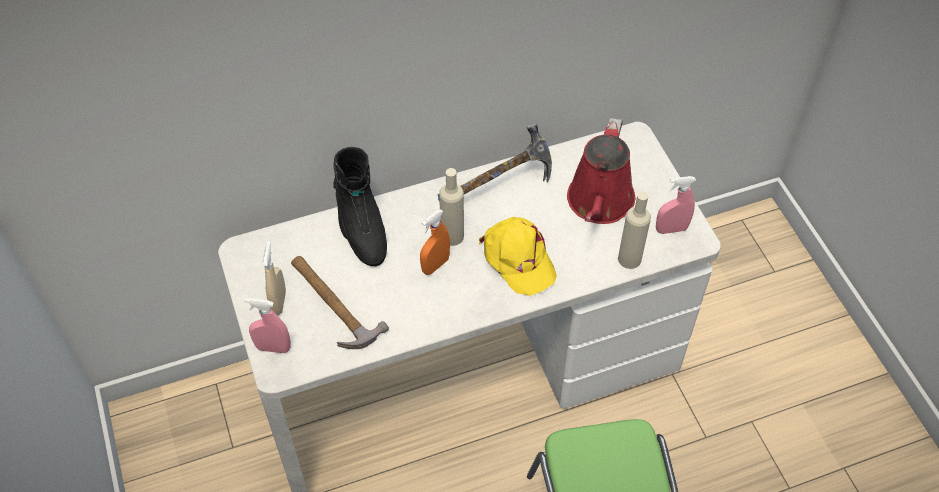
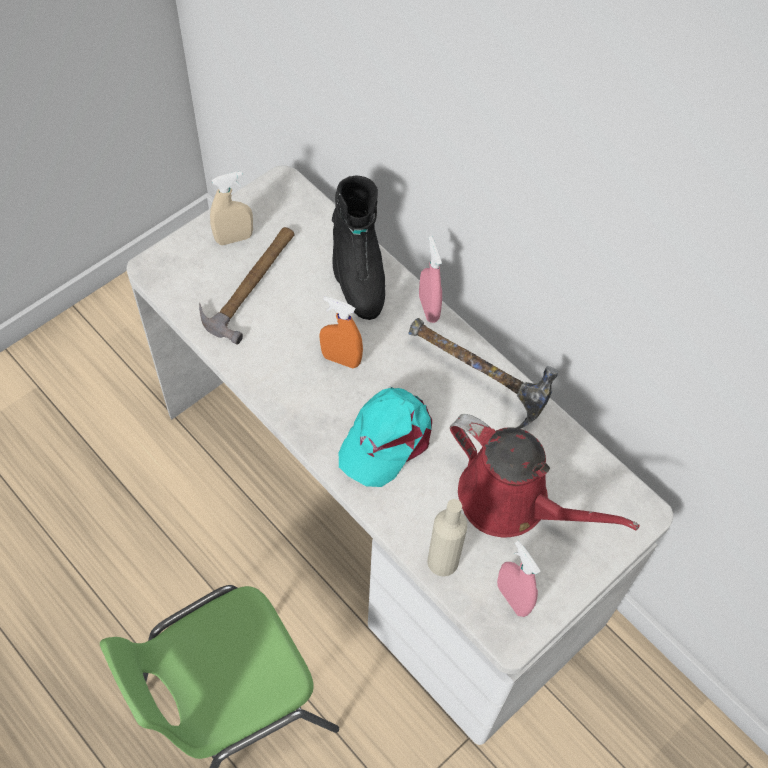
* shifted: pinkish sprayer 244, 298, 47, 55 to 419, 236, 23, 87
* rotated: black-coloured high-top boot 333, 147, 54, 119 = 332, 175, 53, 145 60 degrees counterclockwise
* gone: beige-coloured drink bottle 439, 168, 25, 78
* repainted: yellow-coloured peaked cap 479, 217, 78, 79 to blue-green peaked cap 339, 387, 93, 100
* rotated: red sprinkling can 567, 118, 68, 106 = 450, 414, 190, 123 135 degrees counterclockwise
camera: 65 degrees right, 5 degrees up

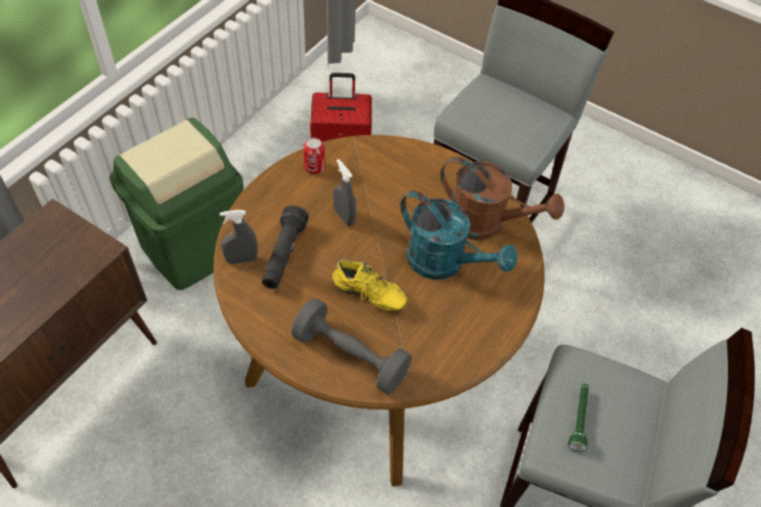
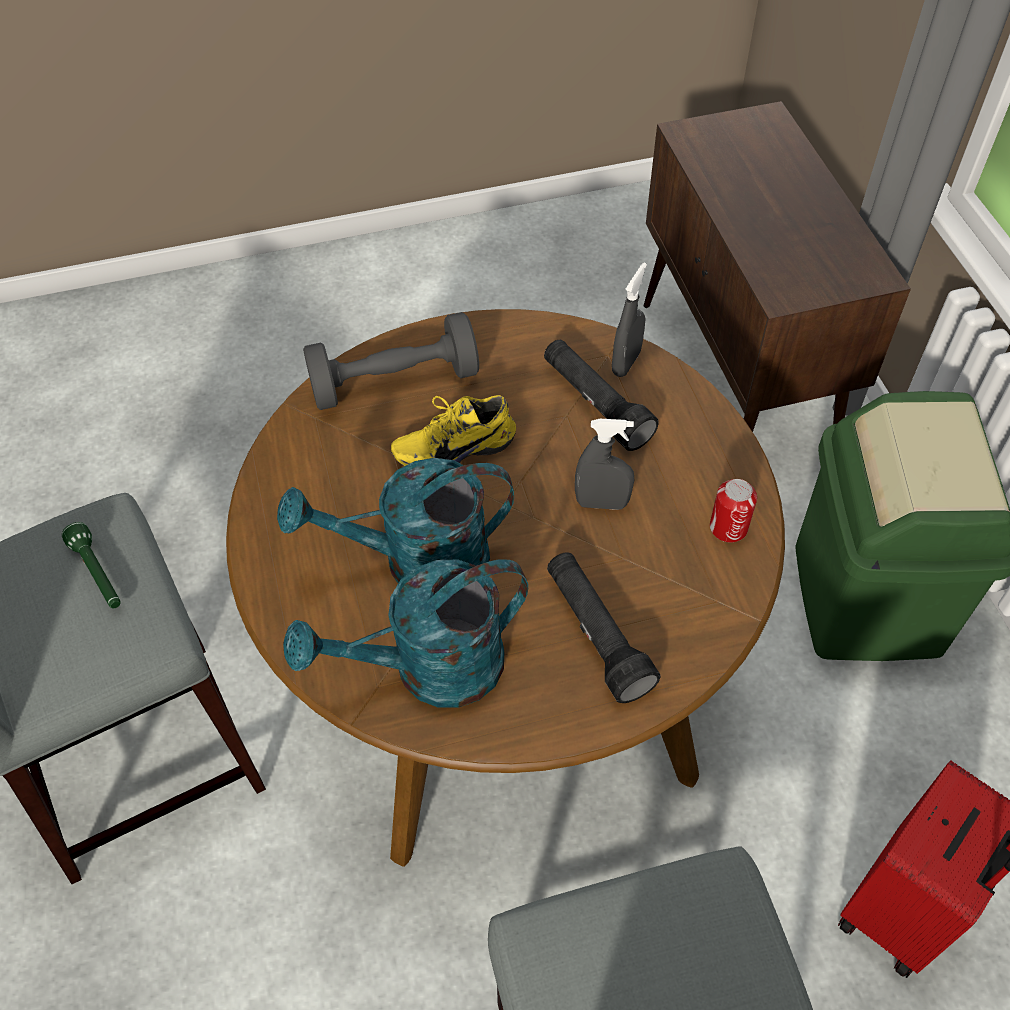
* repainted: brownish sprinkling can 440, 157, 124, 83 to blue-green sprinkling can 283, 559, 245, 149
* new: black-coloured torch 547, 552, 114, 151
camera: 135 degrees right, 0 degrees up

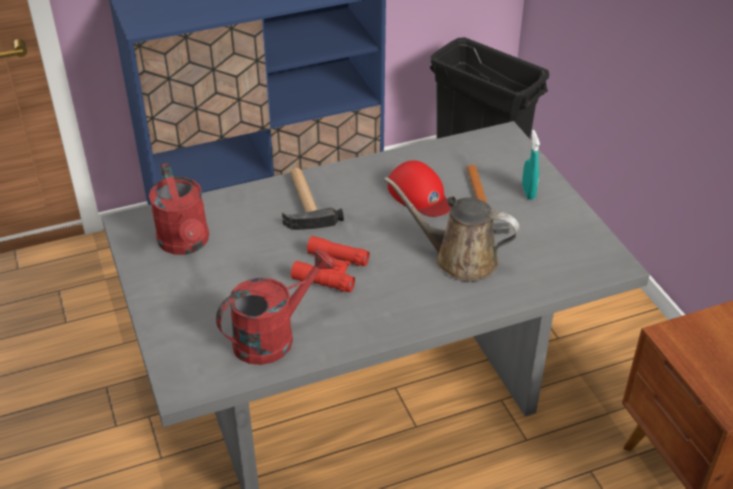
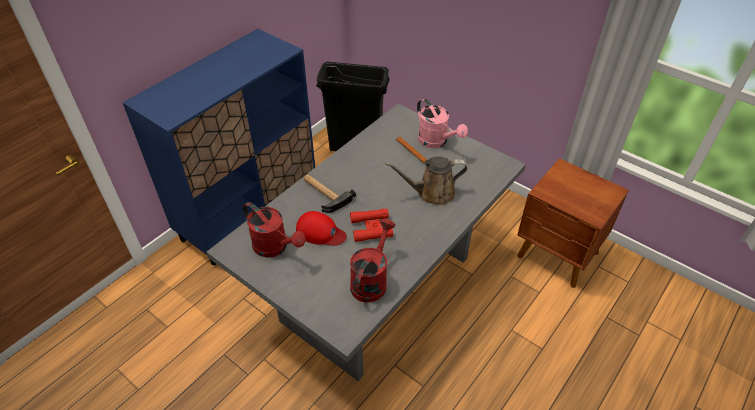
* shifted: red peaked cap 388, 160, 62, 57 to 296, 211, 51, 35
* swapped: blue-green sprayer 522, 130, 18, 70 to pinkish sprinkling can 417, 98, 51, 50
camera: 30 degrees left, 5 degrees up

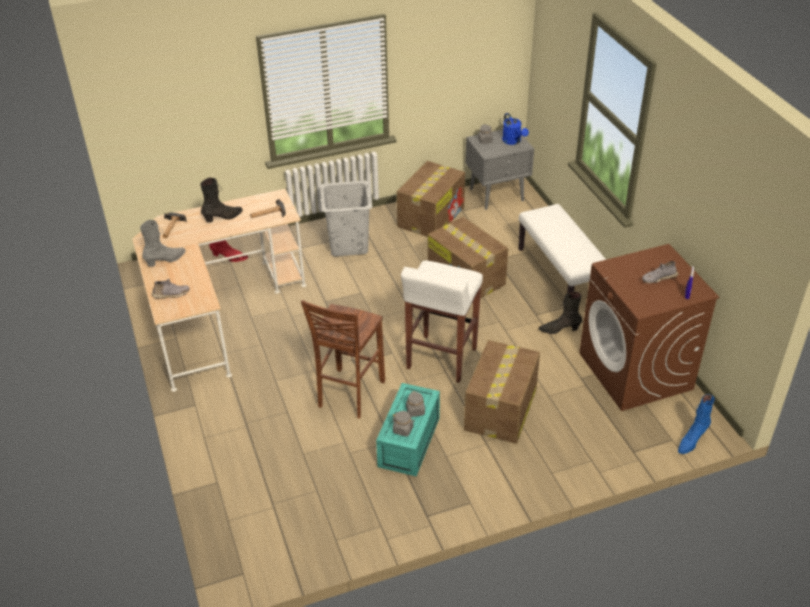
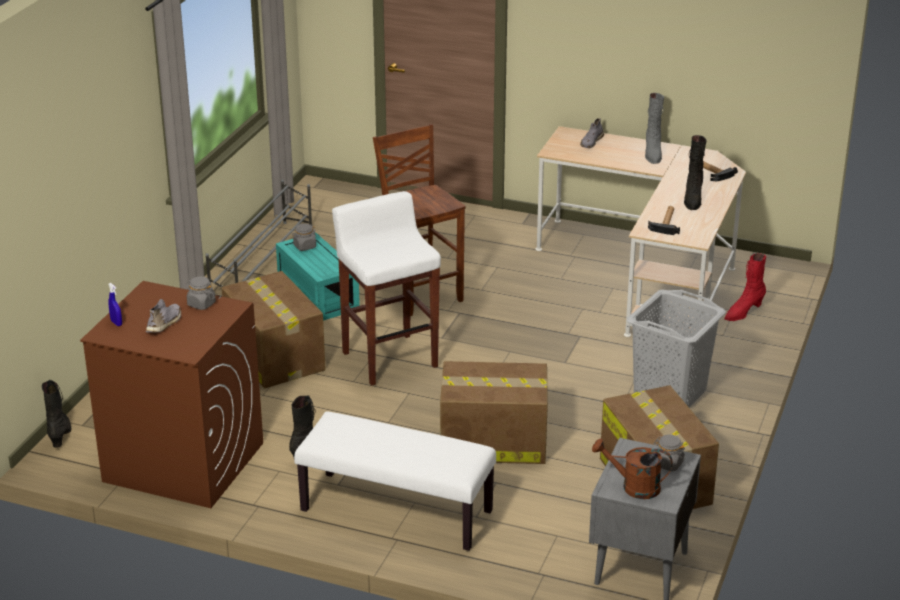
* shifted: greyish preserve jar 406, 391, 19, 26 to 186, 276, 30, 34
* repainted: blue-coloured sprinkling can 502, 113, 27, 32 to brownish sprinkling can 592, 438, 81, 61
* repainted: blue-coloured high-top boot 678, 394, 37, 60 to black-coloured high-top boot 42, 379, 29, 69
* new: greyish shoe stand 205, 180, 107, 117
camera: 130 degrees right, 10 degrees down

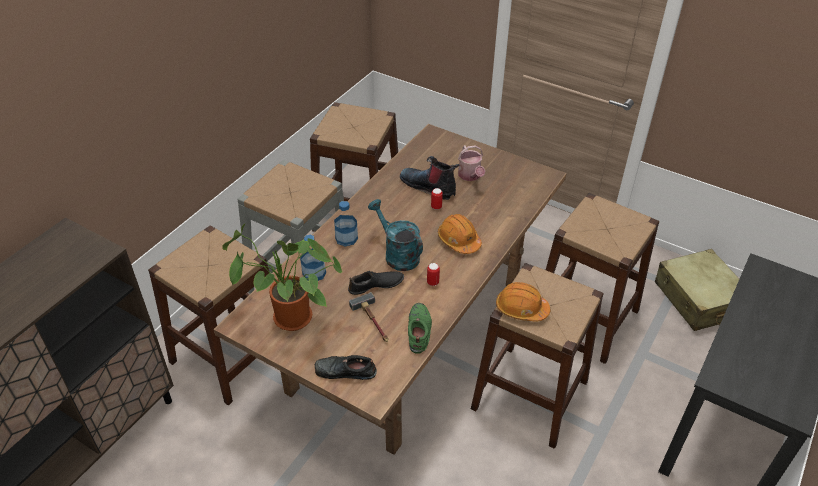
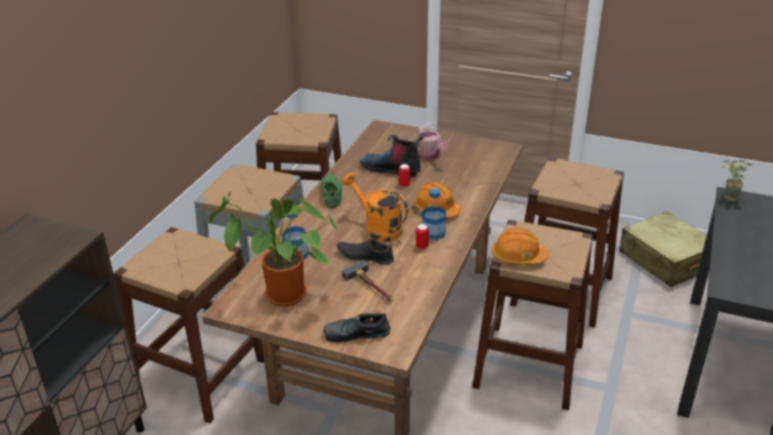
* shifted: drink bottle 334, 201, 24, 46 to 422, 189, 24, 51
* rotated: black-coloured item of footwear 348, 271, 56, 24 = 336, 239, 58, 26 135 degrees counterclockwise
* repainted: blue-green sprinkling can 368, 199, 55, 72 to orange-coloured sprinkling can 342, 173, 67, 68
* shifted: greenish item of footwear 408, 303, 24, 51 to 321, 174, 21, 34
* new: plant in a pot 721, 160, 31, 42
camera: 10 degrees left, 10 degrees down

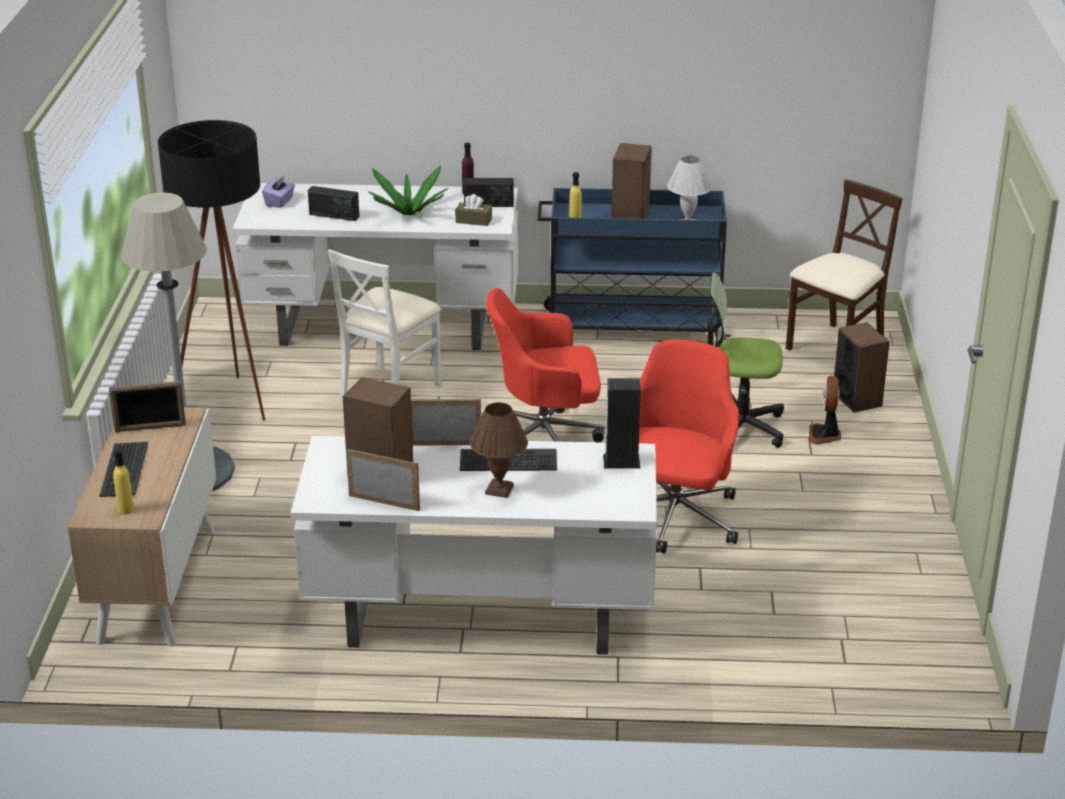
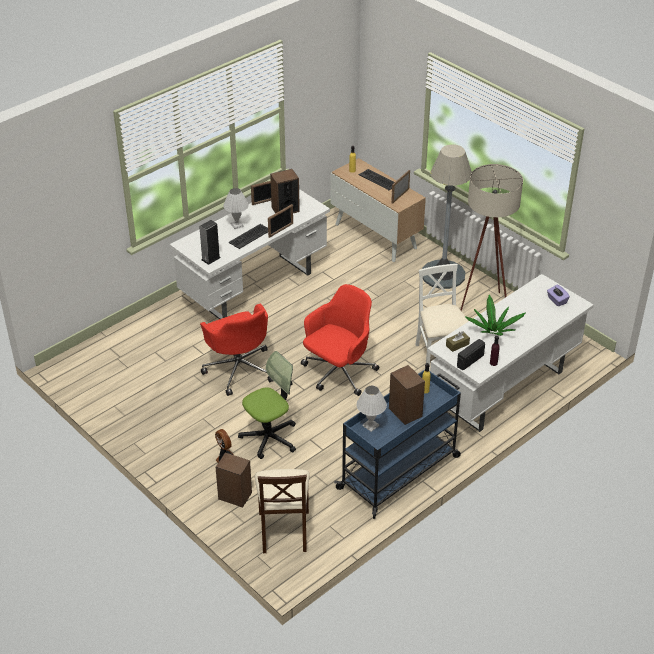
* repainted: black-coloured floor lamp 158, 120, 107, 301 to beige-coloured floor lamp 460, 164, 63, 147
* gone: radio set 308, 186, 51, 35
* repainted: brownish tabletop lamp 470, 402, 58, 96 to white tabletop lamp 223, 188, 26, 41
camera: 135 degrees right, 10 degrees up

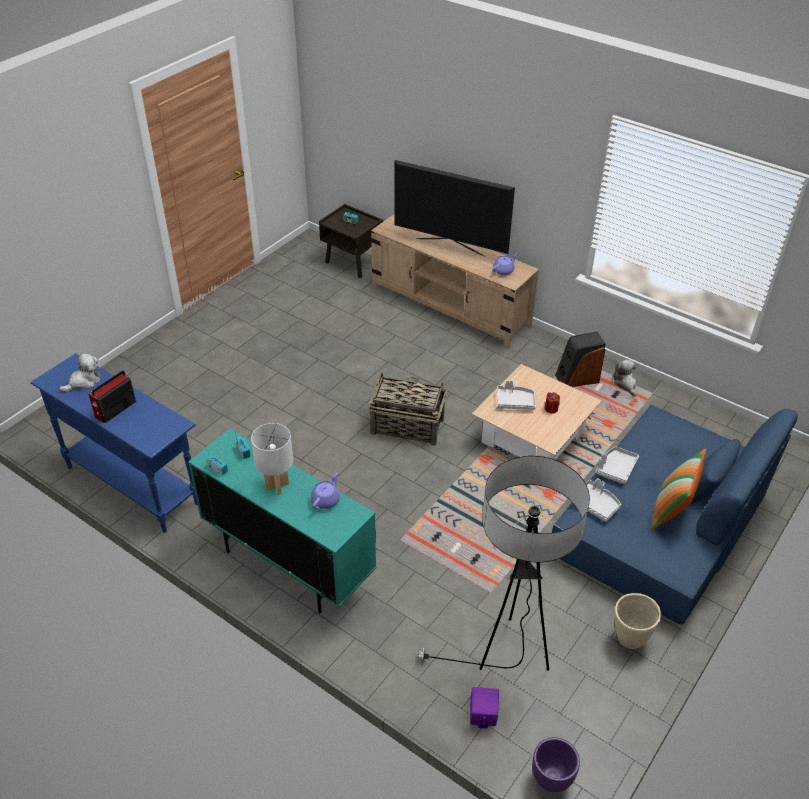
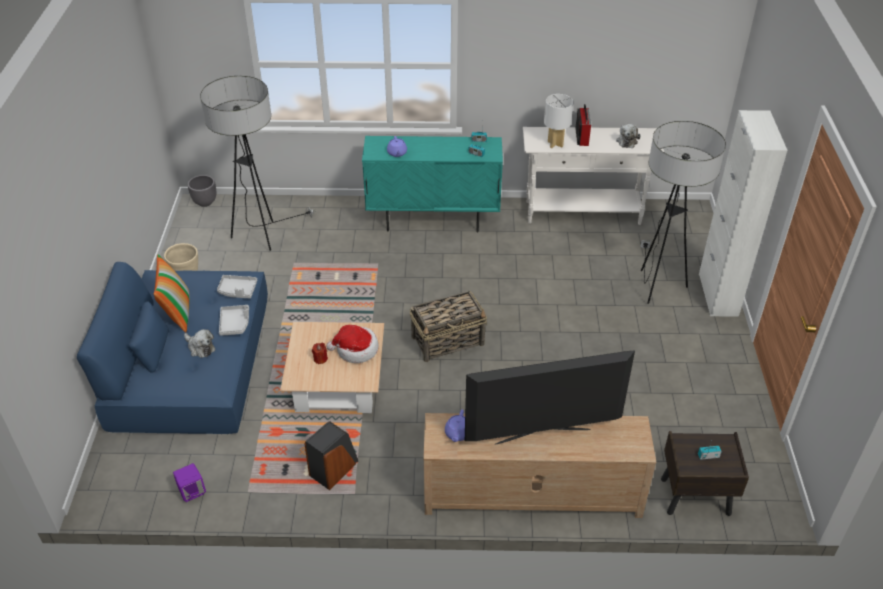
* repainted: blue-coloured console table 31, 353, 167, 180 to white console table 523, 127, 141, 98
* shifted: white tabletop lamp 251, 423, 42, 72 to 544, 94, 29, 54
* shifted: purple-coloured loudspeaker 470, 687, 29, 41 to 173, 463, 33, 39
* swapped: greyish carrying tray 497, 380, 39, 30 to hat 326, 325, 53, 38
* repainted: purple-coloured plant pot 532, 737, 48, 55 to greyish plant pot 188, 175, 28, 32
* shifted: soft toy 613, 360, 24, 37 to 184, 329, 31, 29
* new: floor lamp 640, 121, 86, 183
* new: white cupboard 699, 110, 88, 207
camera: 145 degrees right, 0 degrees up

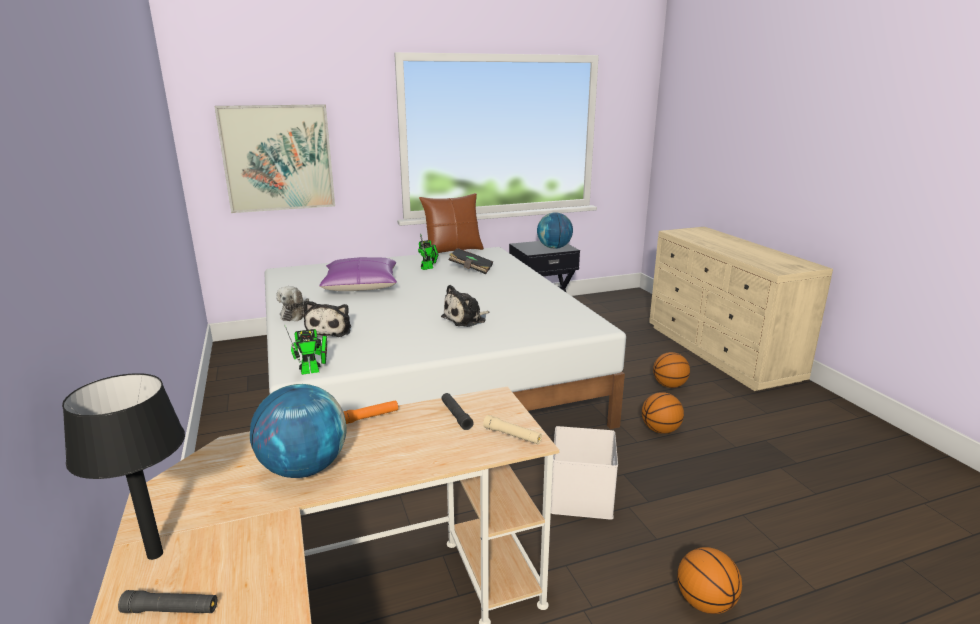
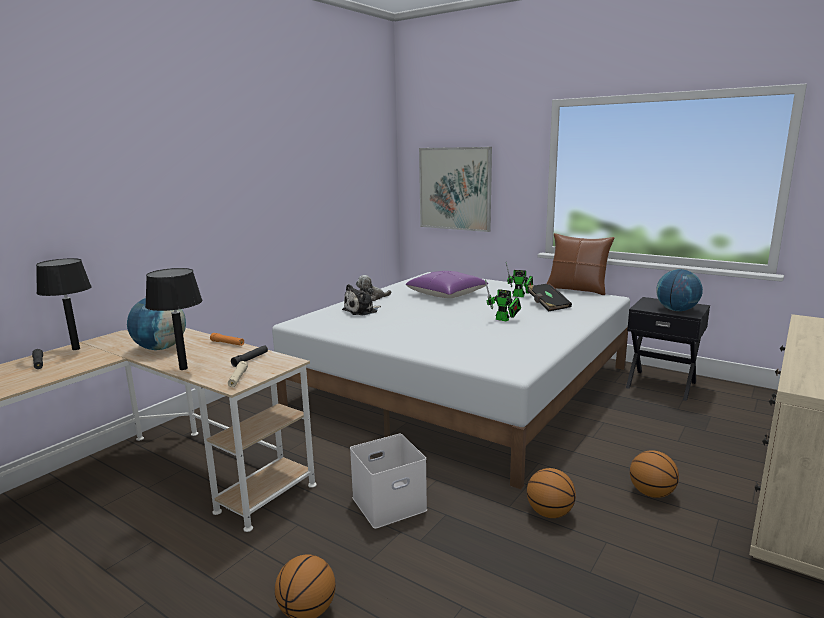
* shifted: robot figure 284, 324, 43, 51 to 485, 280, 36, 42
* gone: soft toy 441, 285, 48, 42
* new: black-coloured tabletop lamp 145, 268, 58, 102
camera: 55 degrees right, 5 degrees down

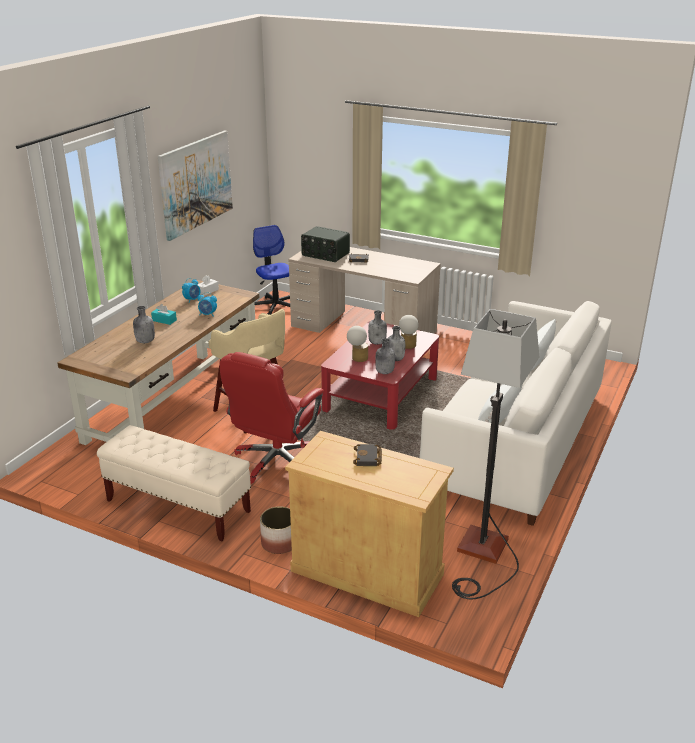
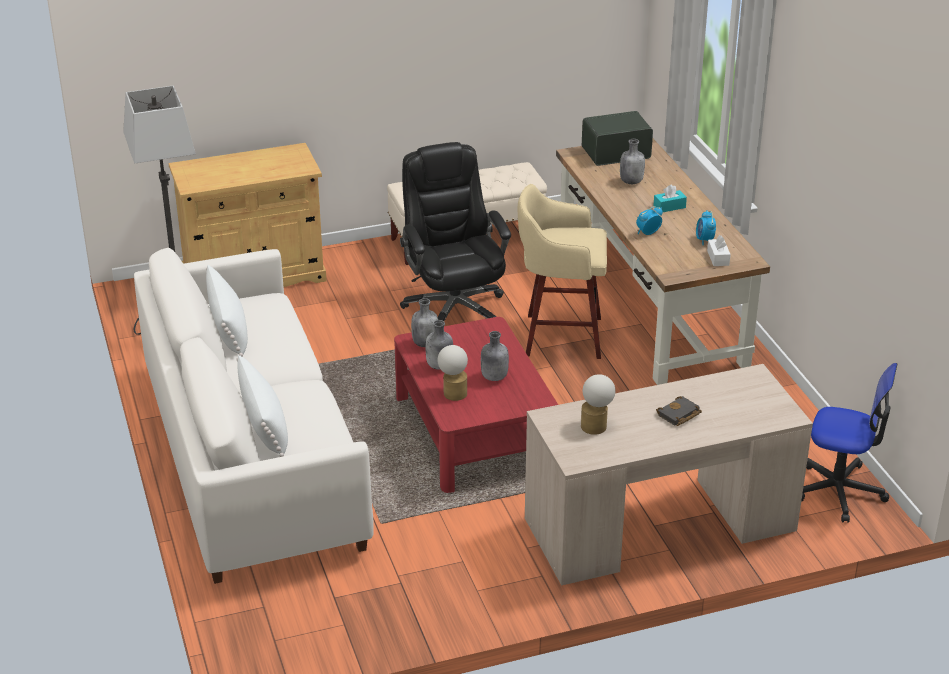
* gone: wall art 158, 131, 75, 110
* repainted: red office chair 220, 352, 104, 132 to black-coloured office chair 400, 142, 111, 179
* gone: plant pot 260, 506, 32, 48
* shifted: radio set 301, 226, 49, 36 to 582, 111, 71, 55
* shifted: tabletop lamp 347, 326, 21, 36 to 581, 374, 34, 61
* gone: black-coloured bound book 353, 444, 29, 22
camera: 135 degrees right, 5 degrees up

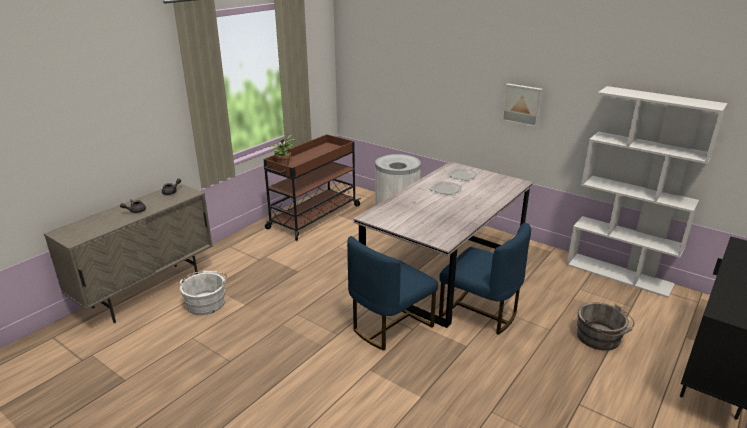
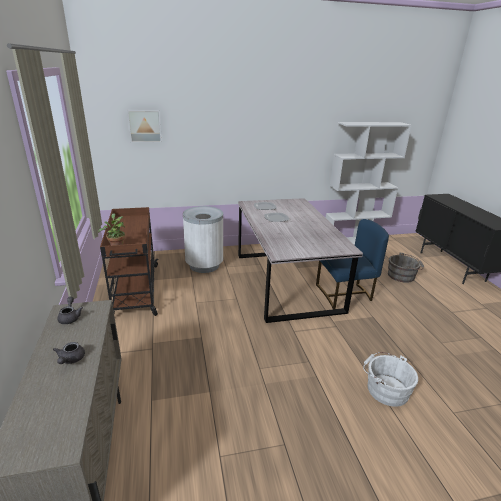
* shifted: white pail 179, 271, 48, 44 to 363, 352, 55, 55
* gone: blue-coloured chair 347, 236, 91, 115
* shifted: wall art 502, 83, 41, 44 to 127, 110, 35, 33
camera: 50 degrees left, 0 degrees up

